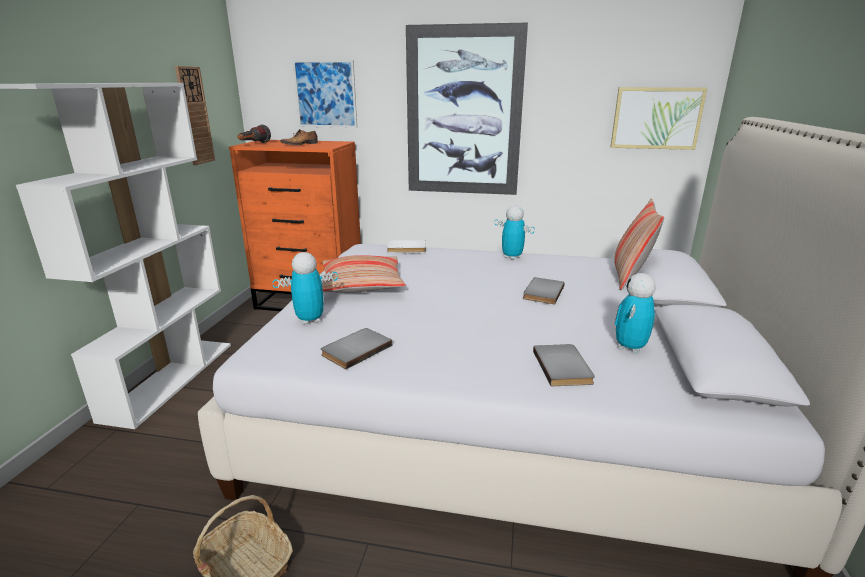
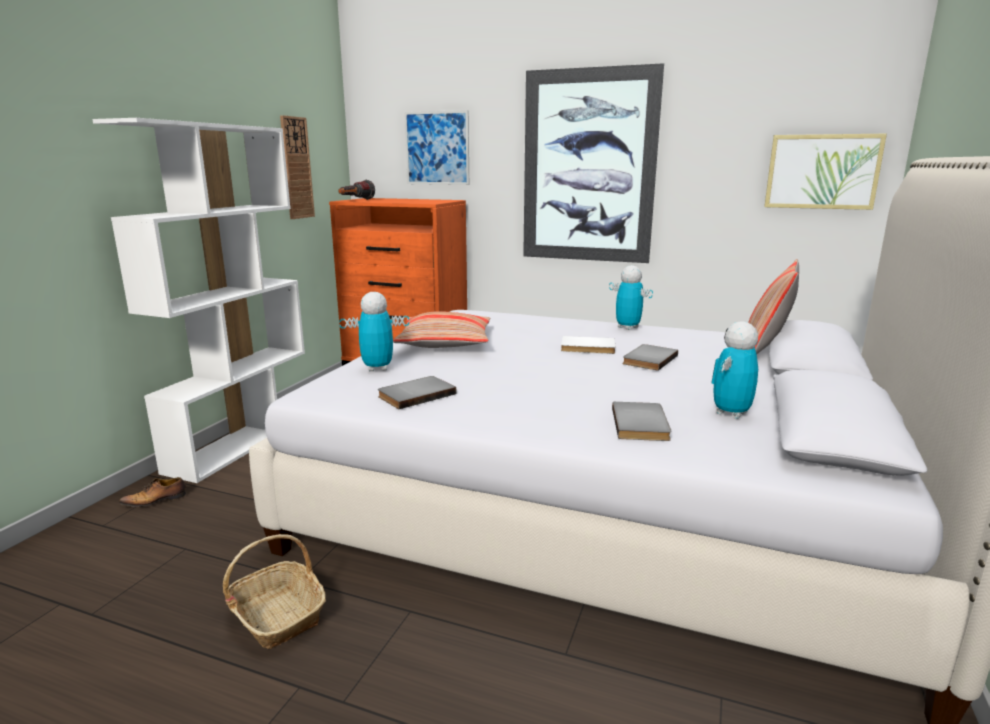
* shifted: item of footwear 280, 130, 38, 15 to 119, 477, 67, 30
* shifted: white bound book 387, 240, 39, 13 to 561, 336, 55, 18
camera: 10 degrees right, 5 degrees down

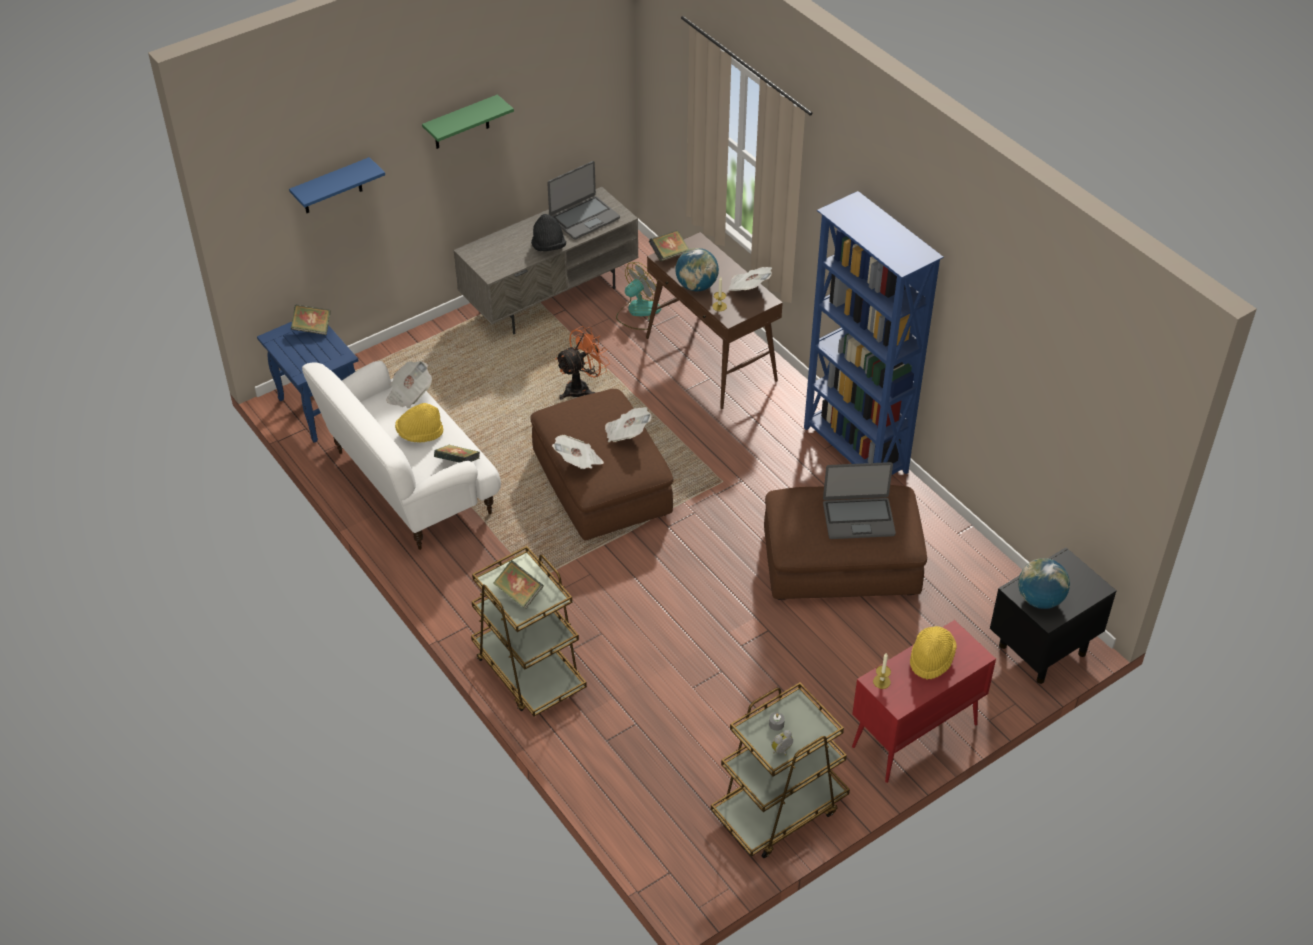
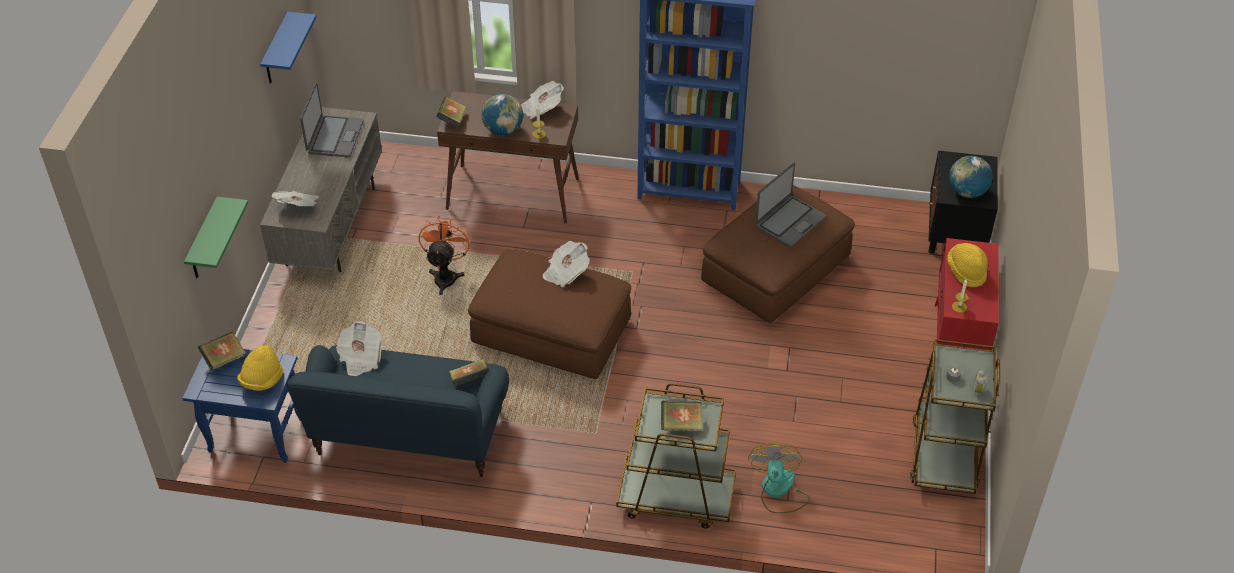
* shifted: blue-coloured shelf 289, 157, 96, 56 to 260, 12, 56, 72
* repainted: white sofa 302, 361, 199, 189 to blue-coloured sofa 287, 345, 222, 132
* shifted: yellow-coloured hat 395, 403, 48, 40 to 237, 345, 46, 46
* shifted: greenish shelf 422, 94, 92, 55 to 184, 196, 64, 82
* gone: black-coloured hat 531, 214, 35, 37
* shifted: daily paper 552, 435, 52, 34 to 272, 191, 47, 15
* shifted: fan 616, 262, 45, 68 to 748, 442, 62, 72
camera: 45 degrees left, 0 degrees up

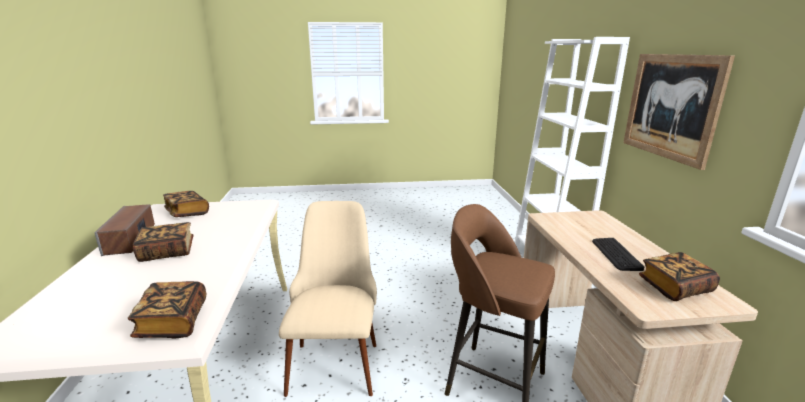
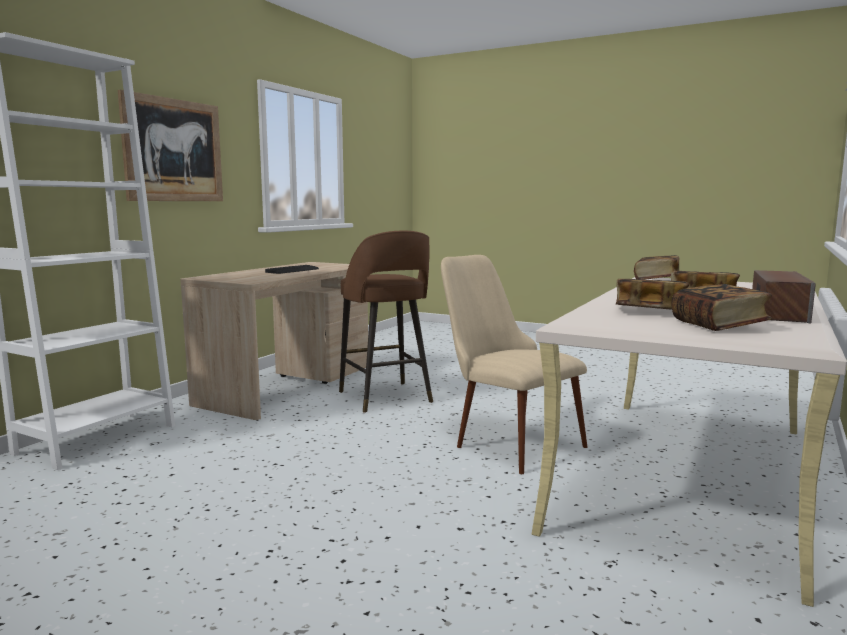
* rotated: beige-coloured chair 279, 201, 98, 196 = 441, 255, 146, 219 105 degrees clockwise
* shifted: bound book 639, 252, 81, 49 to 616, 279, 73, 31
camera: 145 degrees left, 10 degrees down

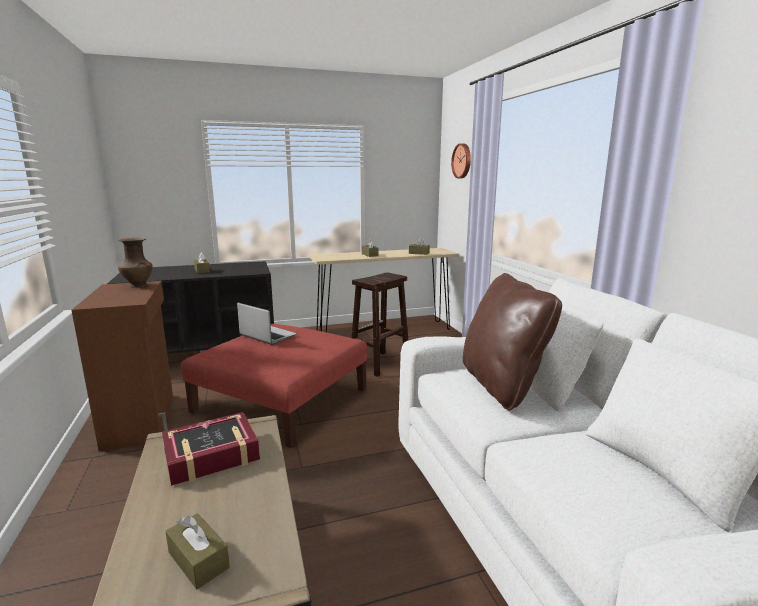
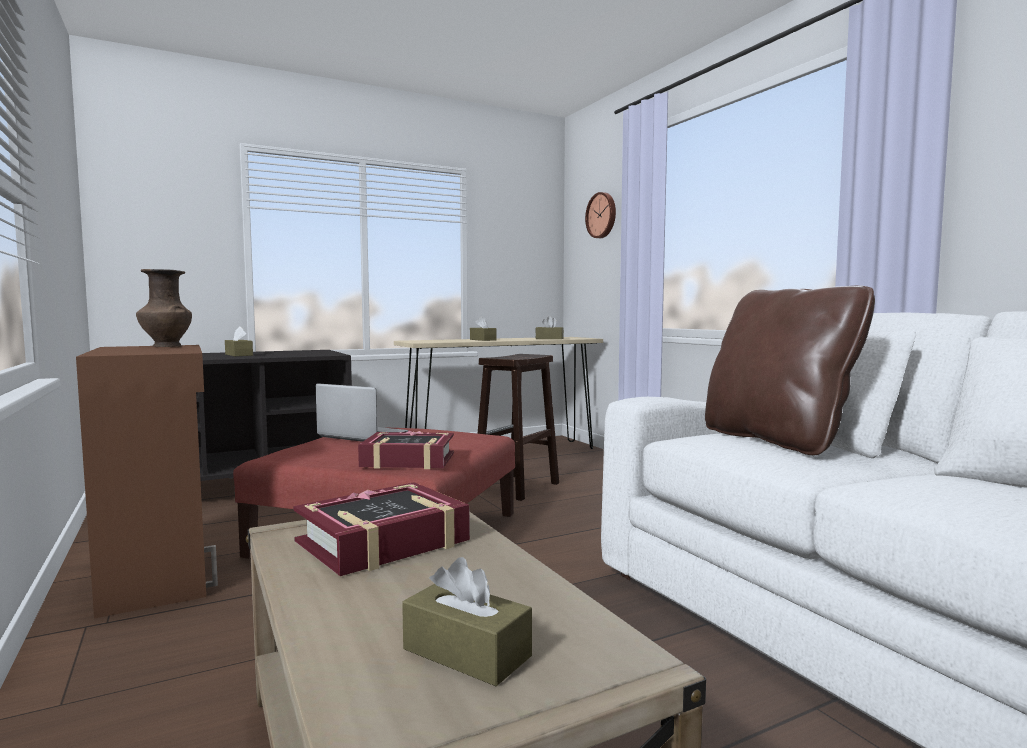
* new: bound book 358, 431, 96, 38
camera: 10 degrees left, 10 degrees down

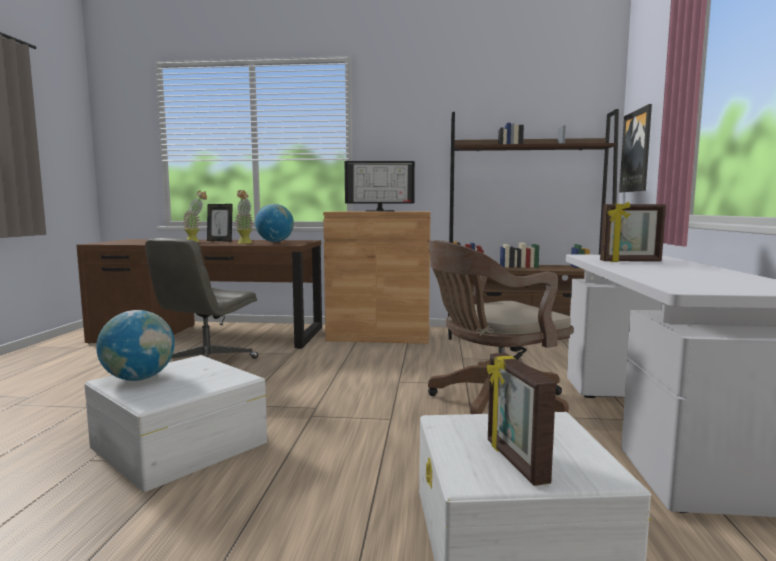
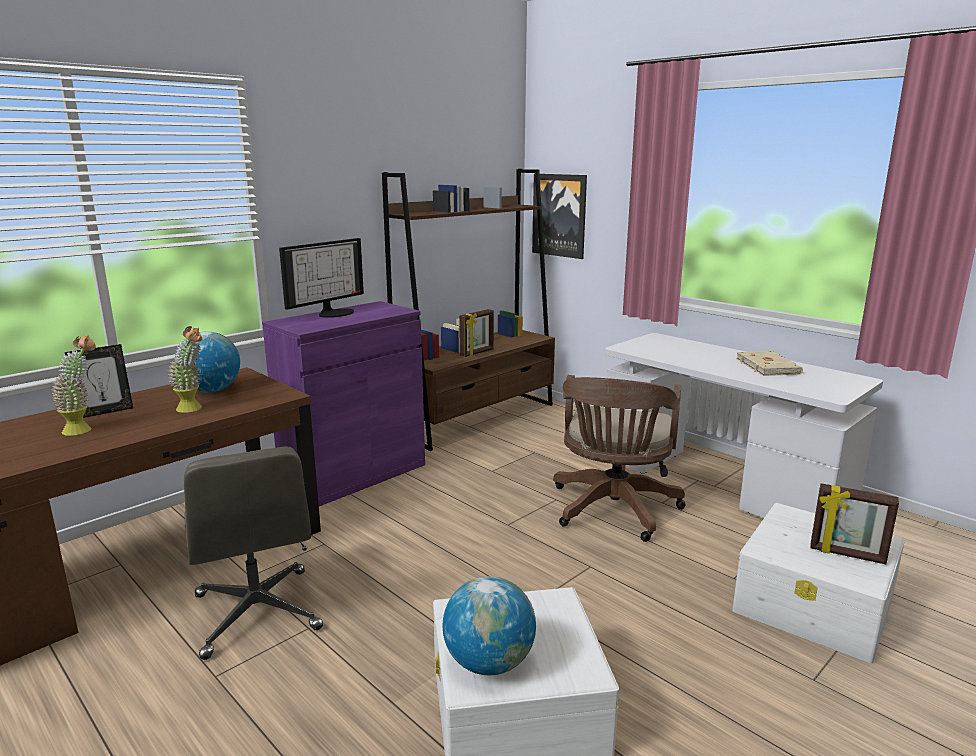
* repainted: brownish cupboard 323, 211, 108, 133 to purple-coloured cupboard 262, 301, 163, 205
* shifted: picture frame 600, 202, 66, 60 to 459, 309, 35, 48
* new: beige-coloured bound book 736, 351, 67, 25
camera: 50 degrees left, 10 degrees up

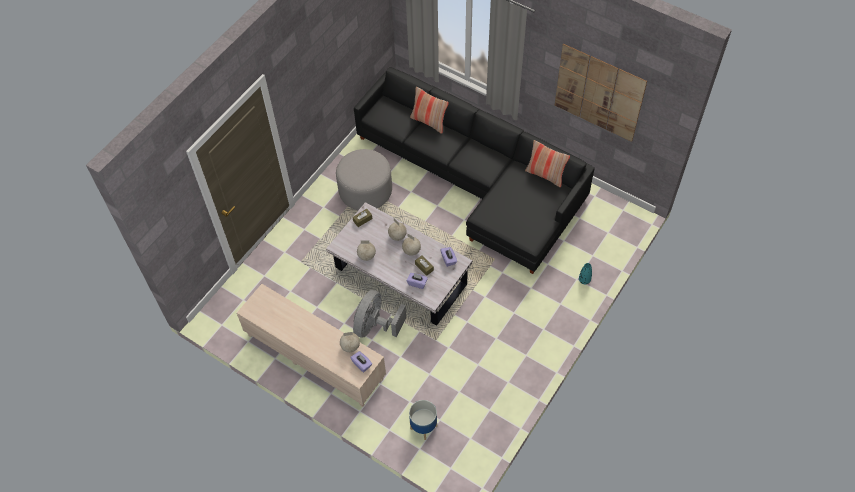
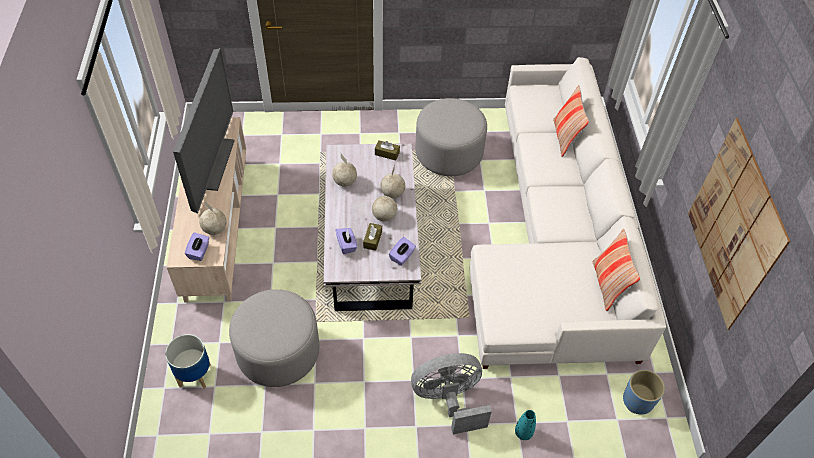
* shifted: greyish fan 353, 290, 53, 48 to 411, 353, 81, 81
* repainted: black-coloured sofa 354, 67, 241, 207 to white sofa 470, 57, 196, 312
* new: TV 173, 48, 61, 166
* new: greyish pouffe 229, 289, 90, 98
* new: blue-coloured plant pot 623, 369, 42, 46
camera: 50 degrees right, 5 degrees down

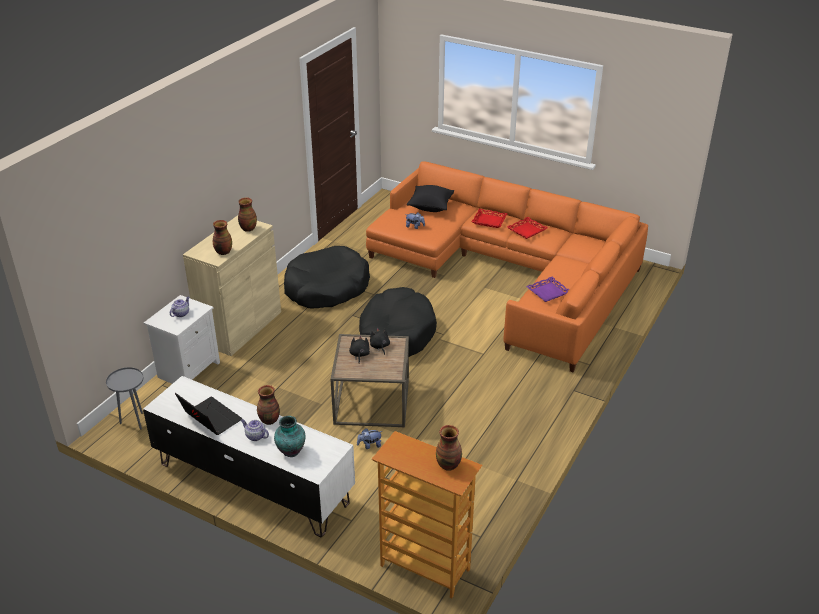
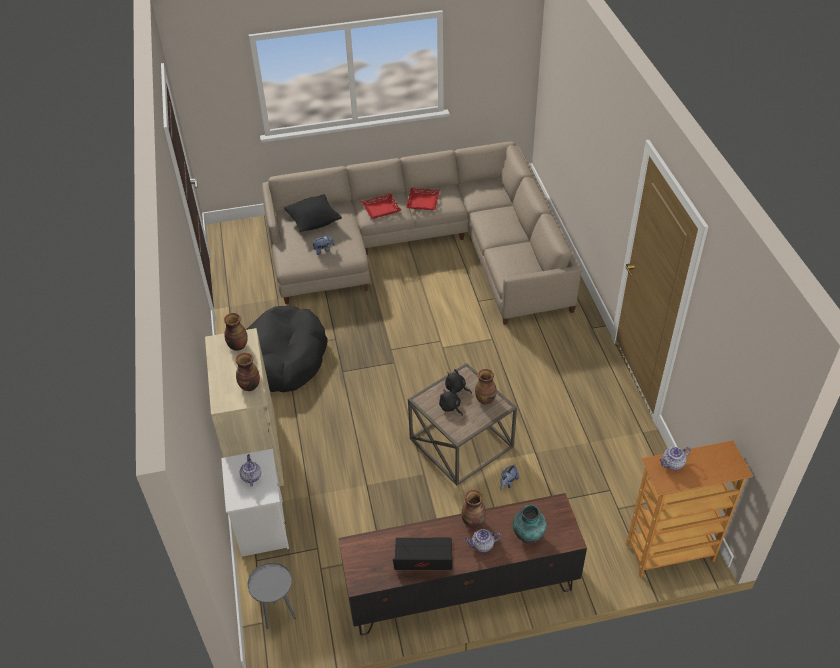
* repainted: white tv unit 143, 376, 212, 161 to brownish tv unit 338, 493, 249, 142
* gone: black-coloured dog bed 359, 287, 78, 70
* repainted: orange-coloured sofa 366, 162, 282, 210 to beige-coloured sofa 262, 141, 319, 184
* shifted: flower vase 436, 425, 26, 46 to 475, 369, 22, 36
* gone: purple-coloured carrying tray 526, 277, 44, 25
* new: pot for tea 660, 447, 31, 23
camera: 40 degrees left, 10 degrees up

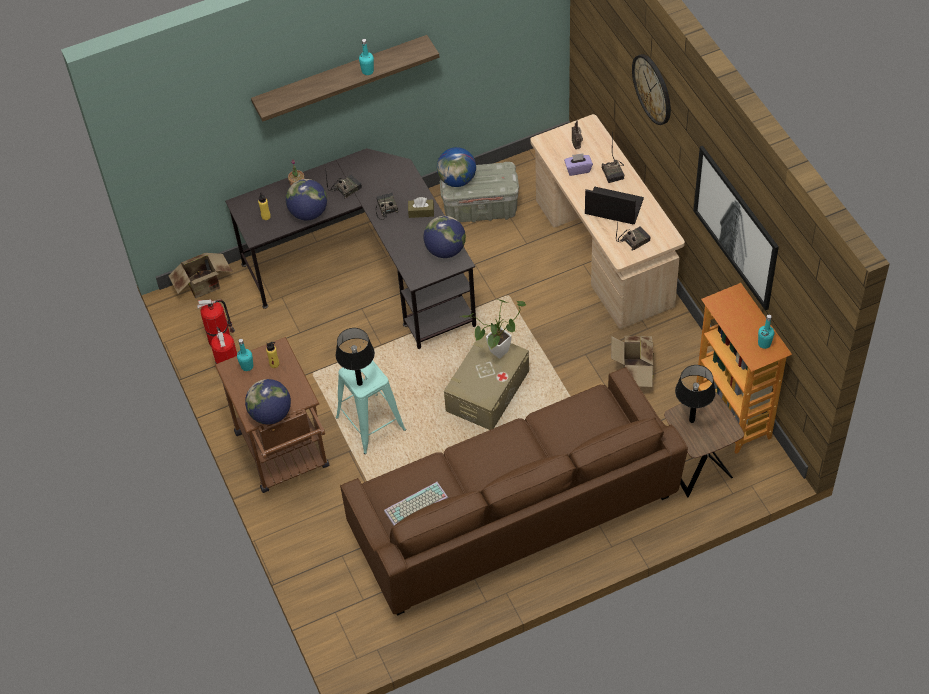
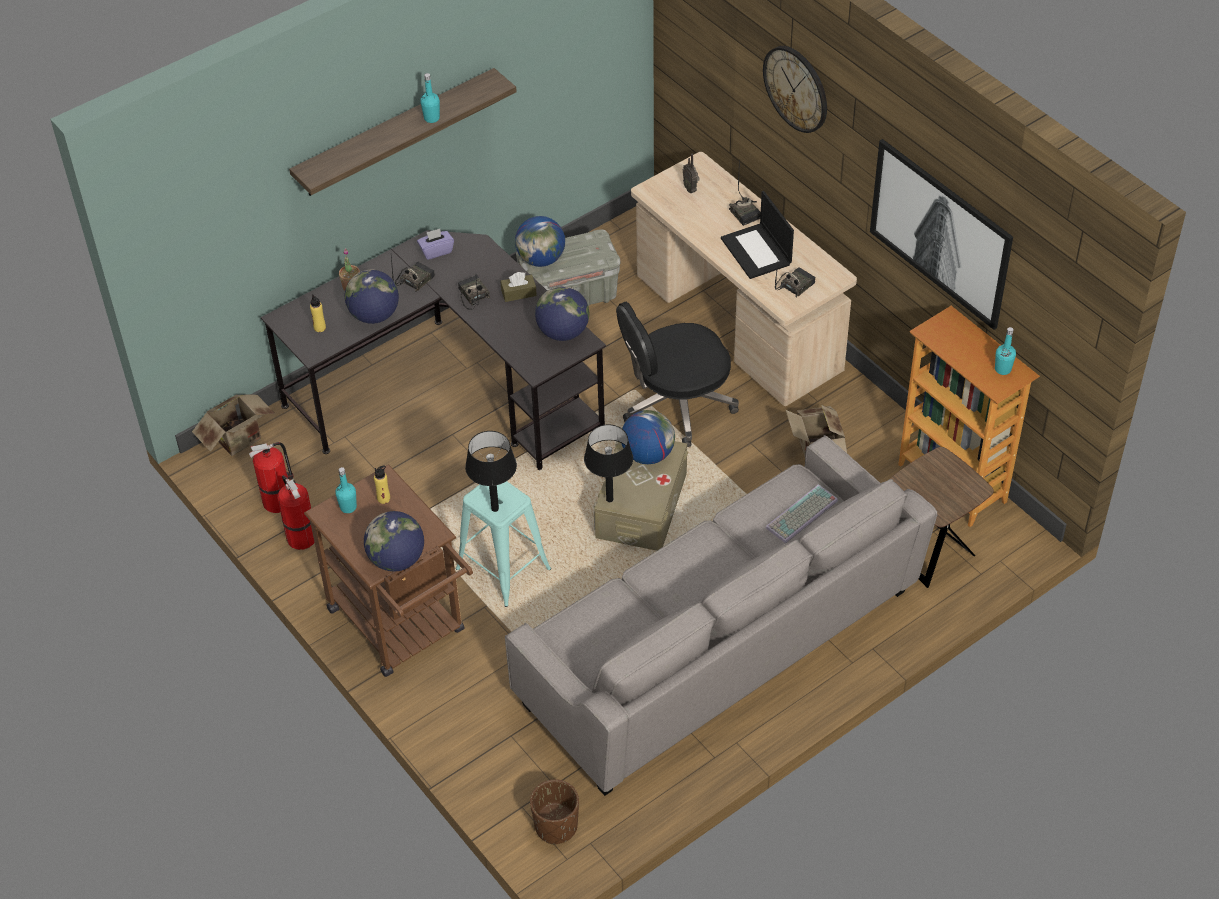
* repainted: brownish sofa 340, 367, 348, 249 to greyish sofa 505, 435, 433, 361
* shifted: computer keyboard 384, 482, 64, 44 to 765, 484, 73, 60
* swapped: plant in a pot 460, 299, 66, 60 to world globe 622, 410, 53, 54
* shifted: purple-coloured tissue box 564, 153, 29, 23 to 417, 229, 37, 31
* rotated: notebook computer 585, 187, 59, 38 = 721, 191, 73, 88 120 degrees counterclockwise
* shifted: black-coloured tabletop lamp 675, 365, 41, 58 to 584, 425, 49, 77
* new: brownish plant pot 530, 779, 49, 66
* new: black-coloured office chair 616, 302, 123, 145
camera: 15 degrees left, 5 degrees down

